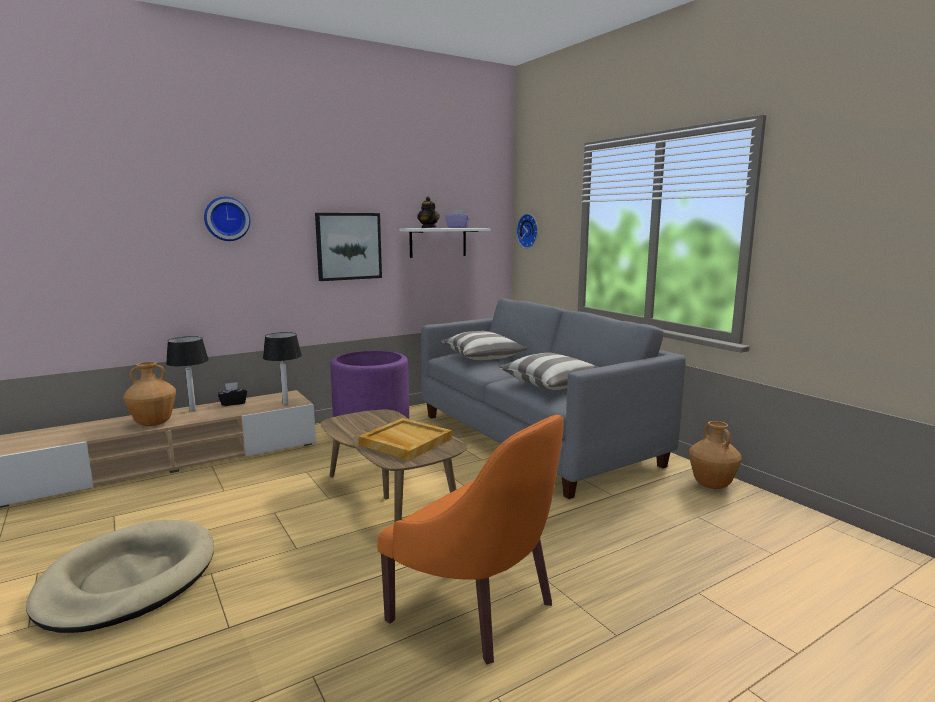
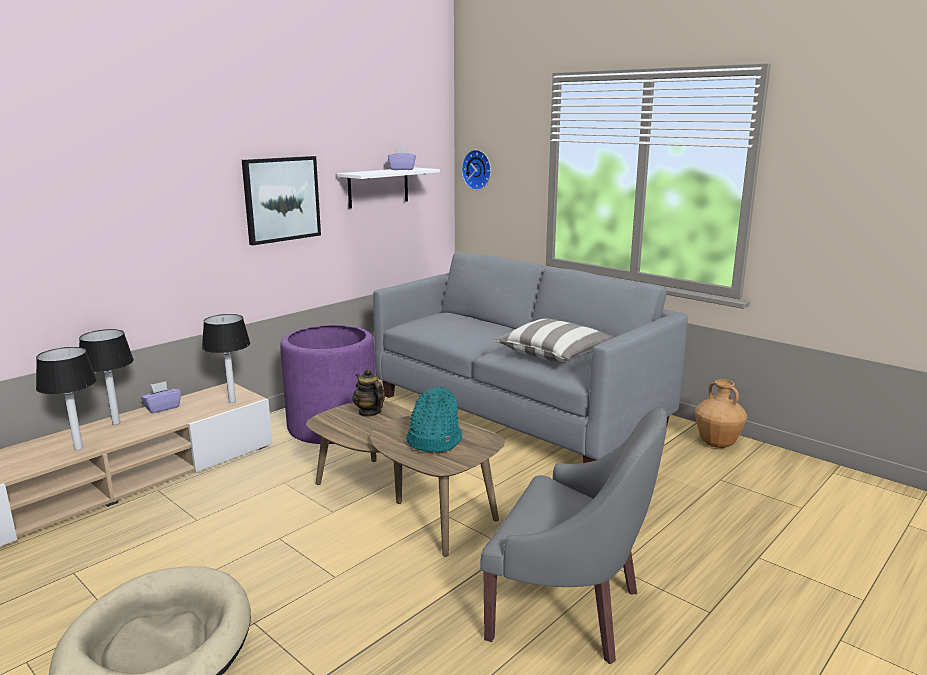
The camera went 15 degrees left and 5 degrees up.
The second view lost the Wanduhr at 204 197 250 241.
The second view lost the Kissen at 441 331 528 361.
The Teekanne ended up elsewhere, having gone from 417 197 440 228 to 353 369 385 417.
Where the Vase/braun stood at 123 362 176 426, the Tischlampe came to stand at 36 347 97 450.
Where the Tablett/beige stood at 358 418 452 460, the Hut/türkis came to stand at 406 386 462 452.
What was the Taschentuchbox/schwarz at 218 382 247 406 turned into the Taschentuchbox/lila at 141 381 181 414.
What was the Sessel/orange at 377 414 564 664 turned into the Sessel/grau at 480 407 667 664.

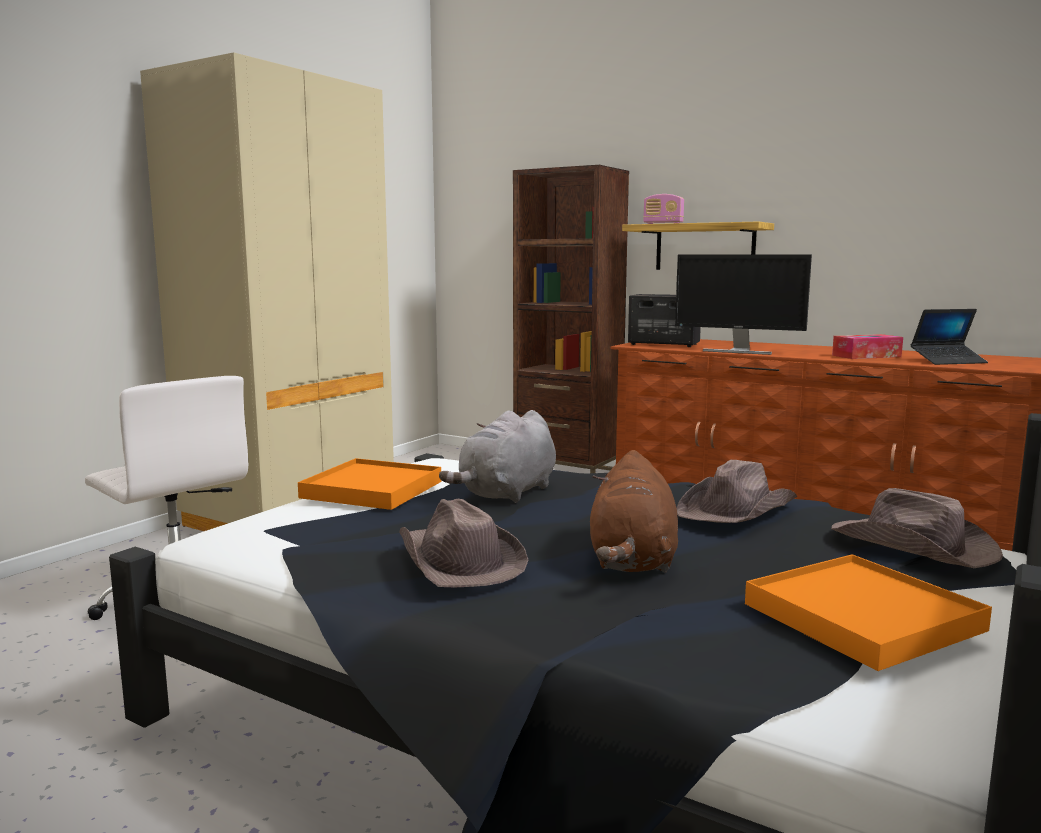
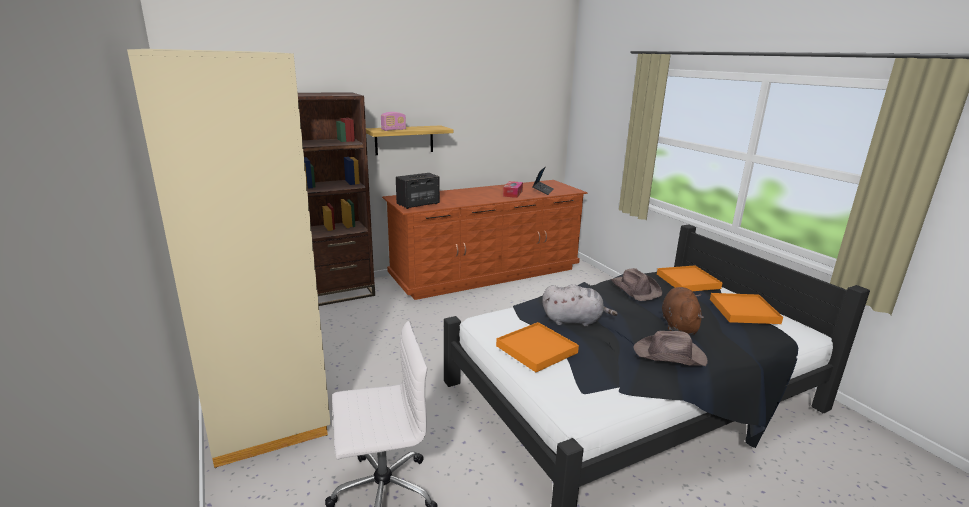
The camera went 60 degrees left and 10 degrees up.
The second view lost the Monitor at 675 254 812 355.
Where the Hut/braun stood at 831 488 1003 568, the Tablett/orange came to stand at 657 266 723 291.
The Plüschtier/grau at 439 410 556 503 ended up facing another way, 60 degrees counterclockwise from before.
The Plüschtier/braun at 590 450 678 573 ended up facing another way, 120 degrees counterclockwise from before.

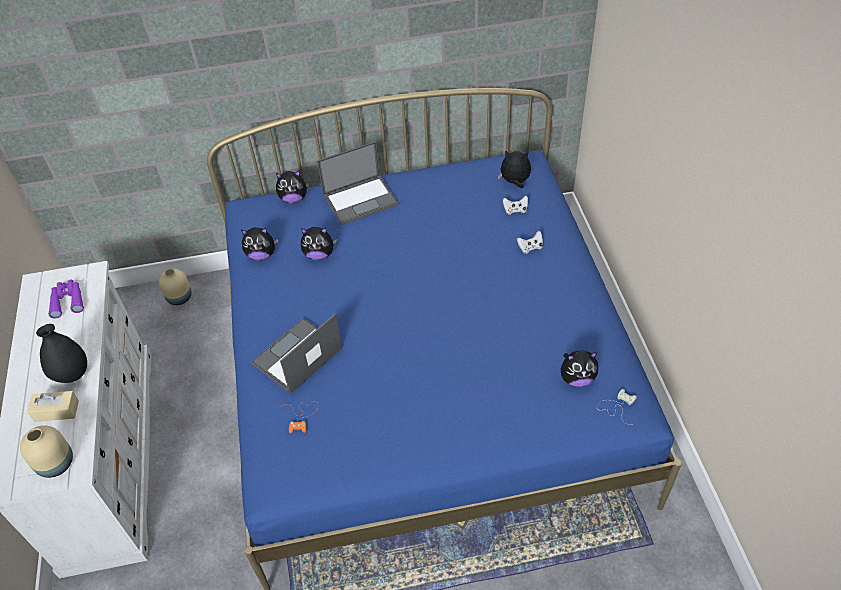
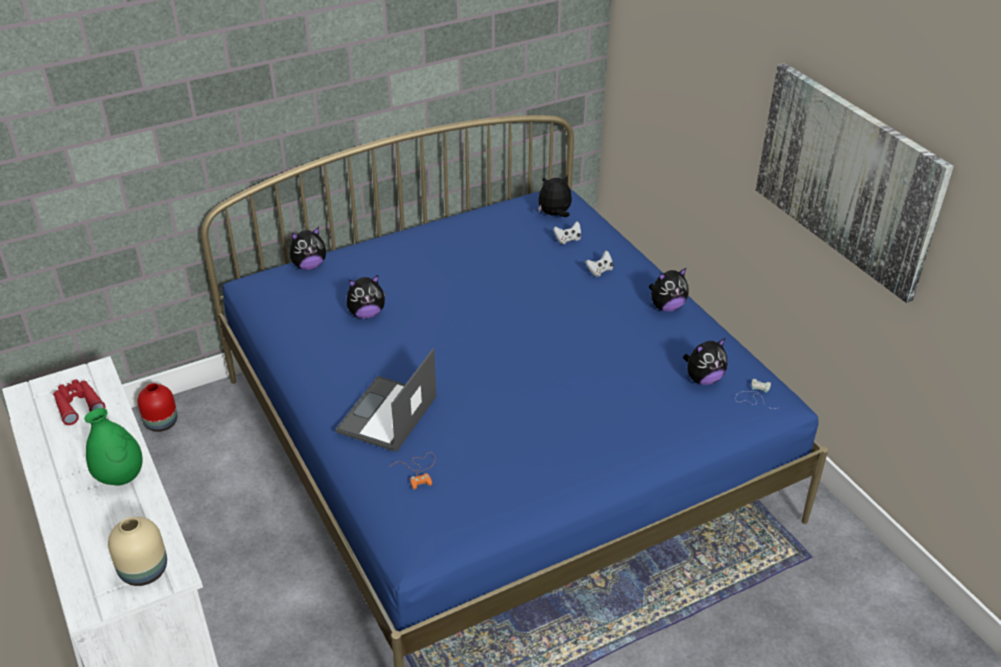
The camera went 20 degrees left and 10 degrees down.
The second view lost the Taschentuchbox/beige at 27 391 79 422.
The second view lost the Laptop at 317 141 399 225.
The second view gained the Bild at 756 63 954 303.
The Plüschtier ended up elsewhere, having gone from 241 227 278 261 to 649 268 689 311.
What was the Vase/schwarz at 36 324 87 383 turned into the Vase/grün at 84 408 143 485.
What was the Fernglas/lila at 48 279 84 319 turned into the Fernglas/rot at 53 379 106 425.
What was the Vase/beige at 159 269 191 305 turned into the Vase/rot at 138 383 178 432.

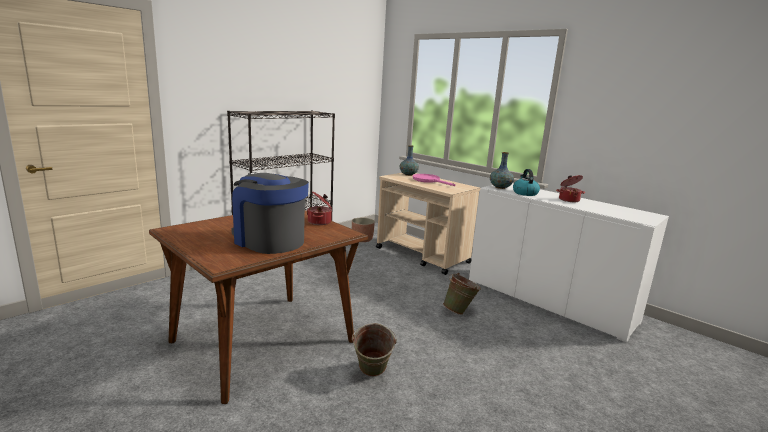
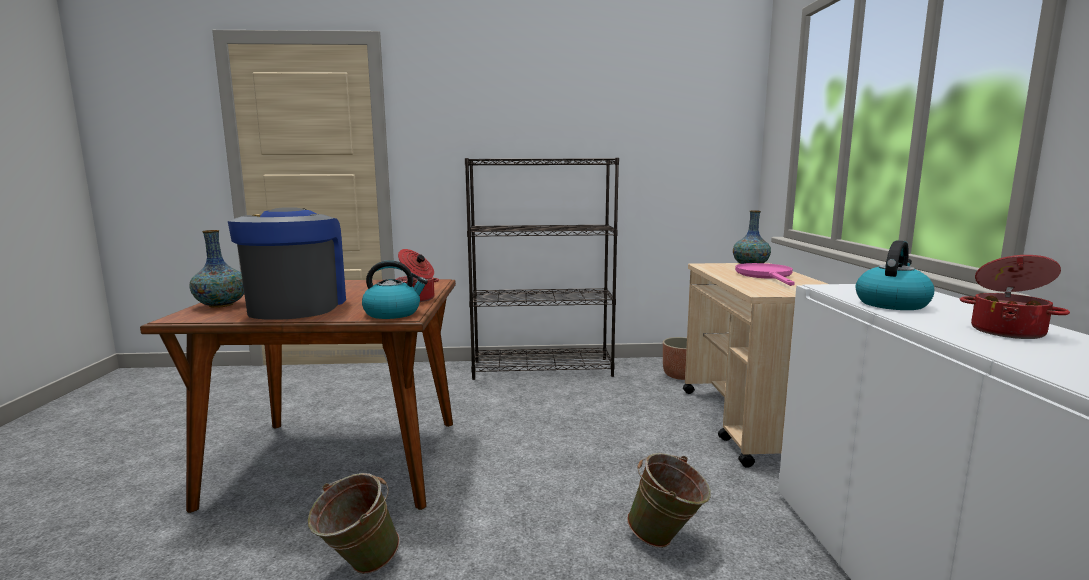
The camera went 45 degrees right and 5 degrees down.
The second view gained the Wasserkessel at 362 260 428 319.
The Vase ended up elsewhere, having gone from 490 152 514 189 to 189 230 244 308.

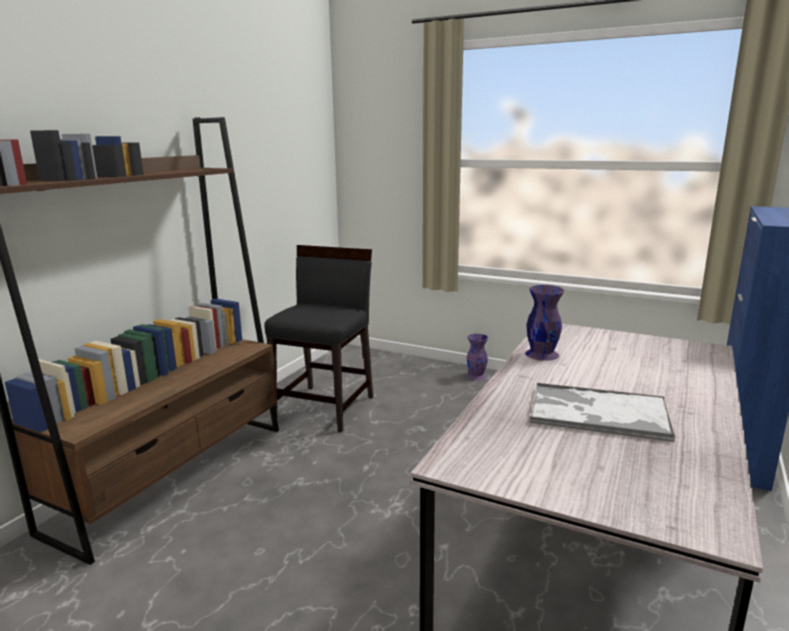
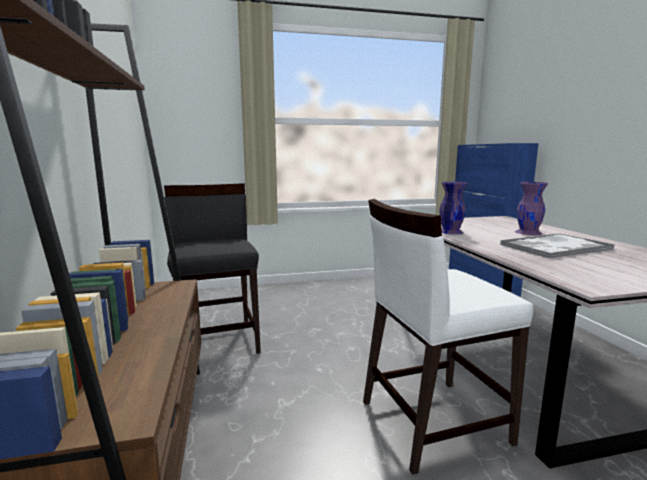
The camera went 40 degrees left and 5 degrees down.
The second view gained the Stuhl/weiß at 363 199 533 475.
The Vase/lila ended up elsewhere, having gone from 466 334 488 380 to 515 182 548 235.

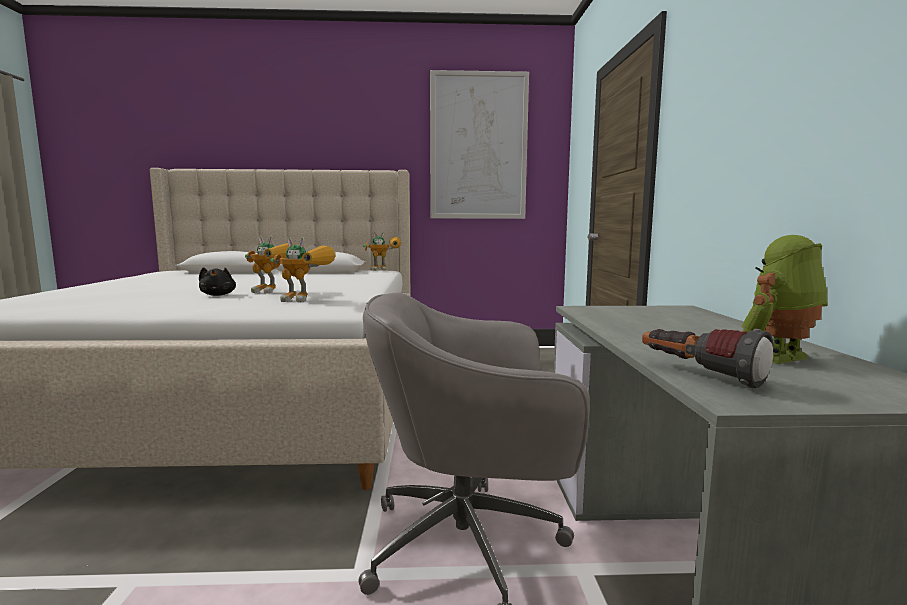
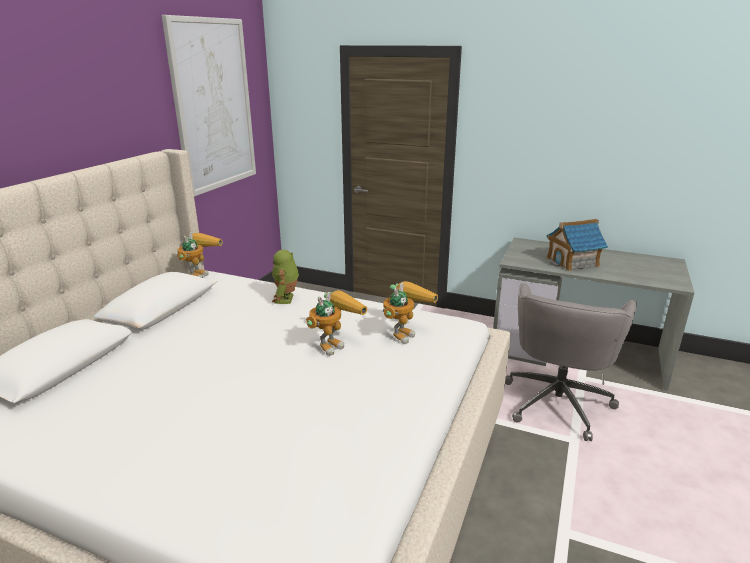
The camera went 65 degrees left and 15 degrees up.
The second view lost the Plüschtier/schwarz at 199 267 236 296.
The second view lost the Taschenlampe at 642 329 773 388.
The second view gained the Spielzeughaus at 546 219 608 271.
The Spielzeugroboter ended up elsewhere, having gone from 742 235 827 364 to 272 250 299 304.

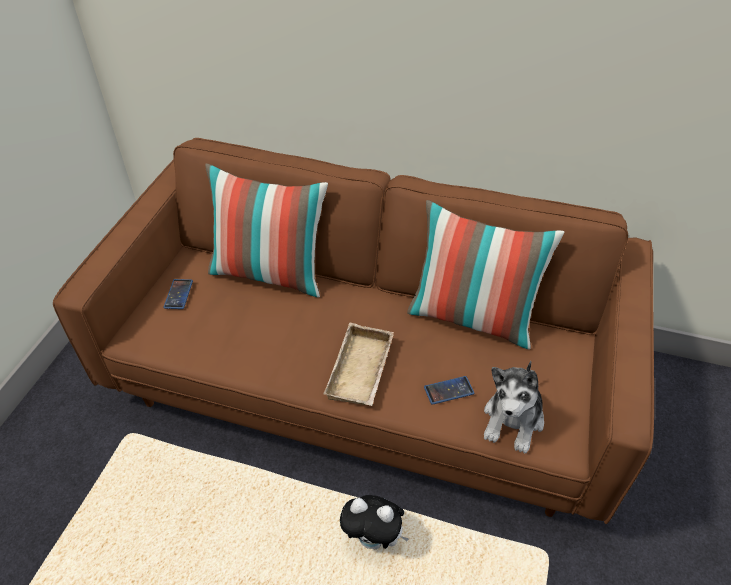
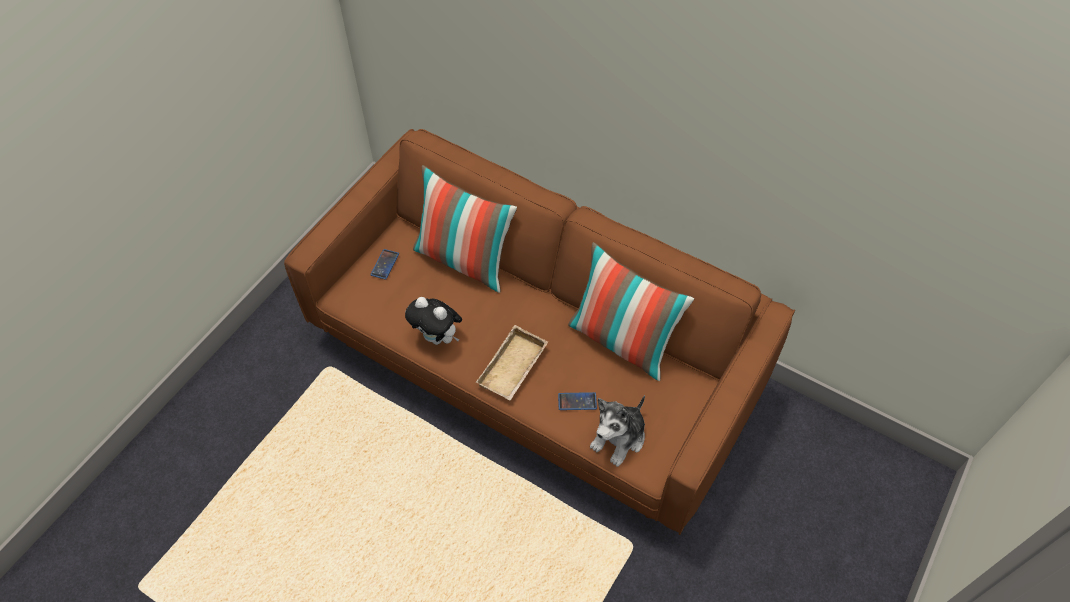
The camera went 15 degrees right and 10 degrees up.
The Plüschtier ended up elsewhere, having gone from 340 495 409 549 to 405 297 462 345.

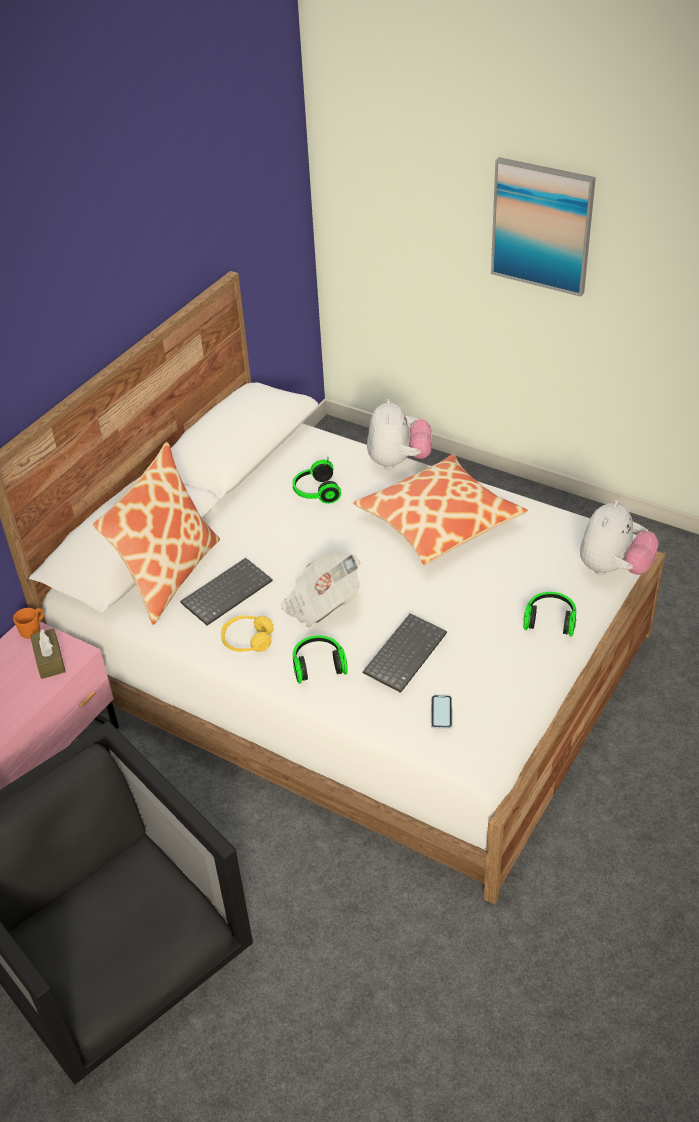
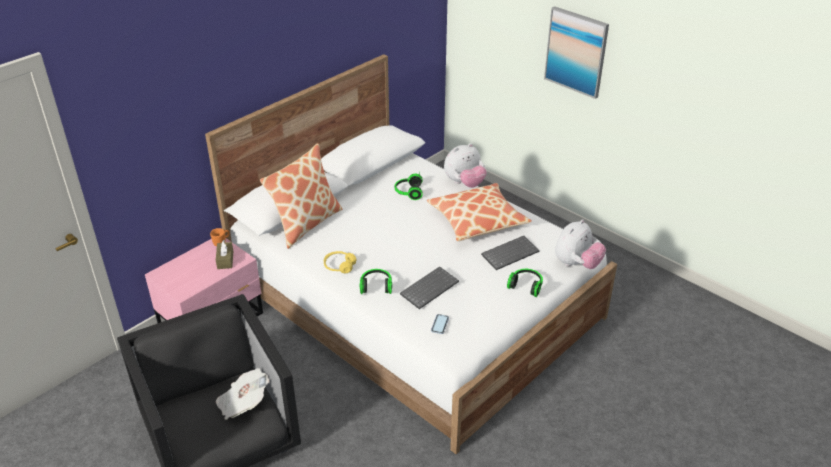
The camera went 10 degrees right and 5 degrees down.
The Tastatur ended up elsewhere, having gone from 180 558 273 626 to 481 236 540 270.
The Zeitung ended up elsewhere, having gone from 281 550 361 628 to 216 368 269 420.
The Plüschtier at 367 399 432 469 ended up facing another way, 45 degrees clockwise from before.

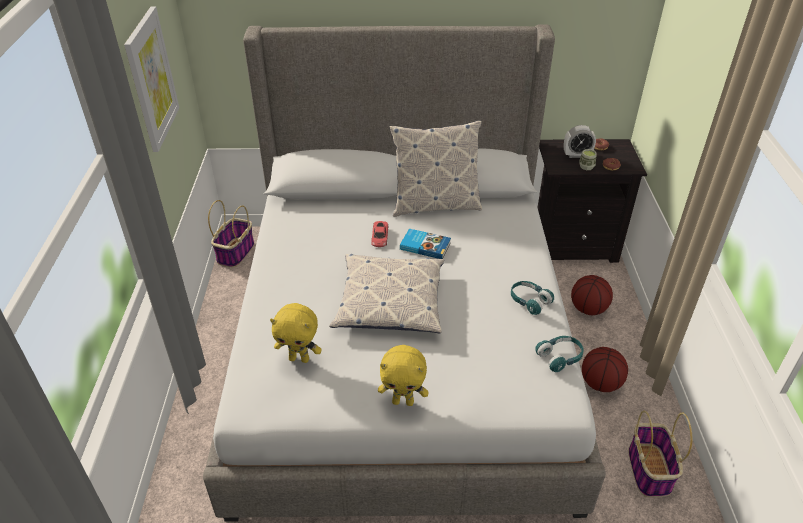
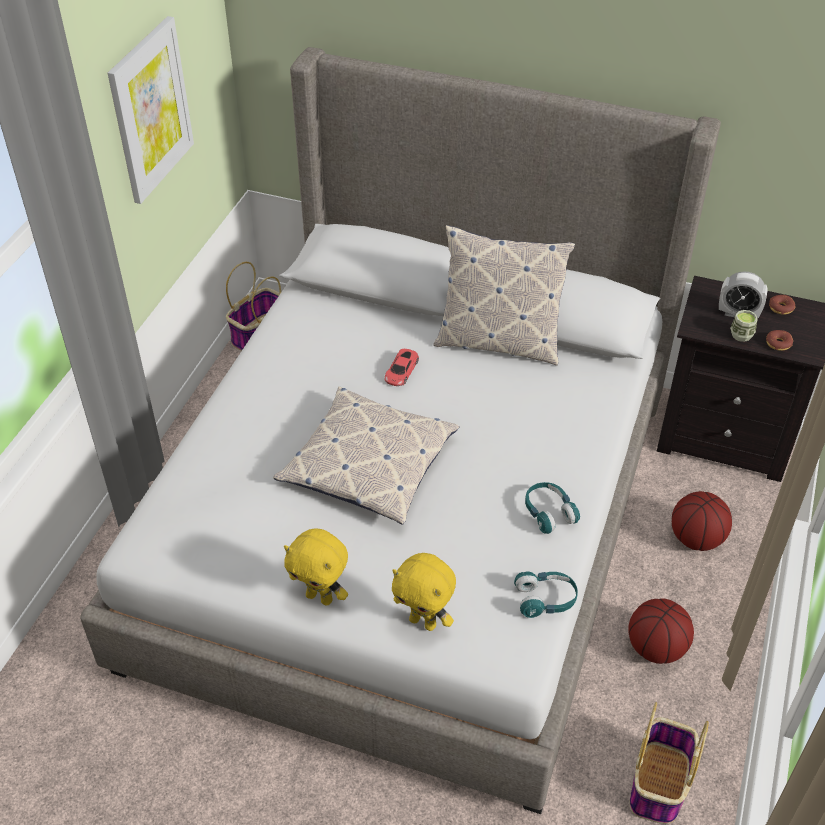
The camera went 20 degrees right and 5 degrees up.
The second view lost the Buch at 400 228 451 259.
The Plüschtier/gelb ended up elsewhere, having gone from 270 303 322 363 to 392 553 456 631.

